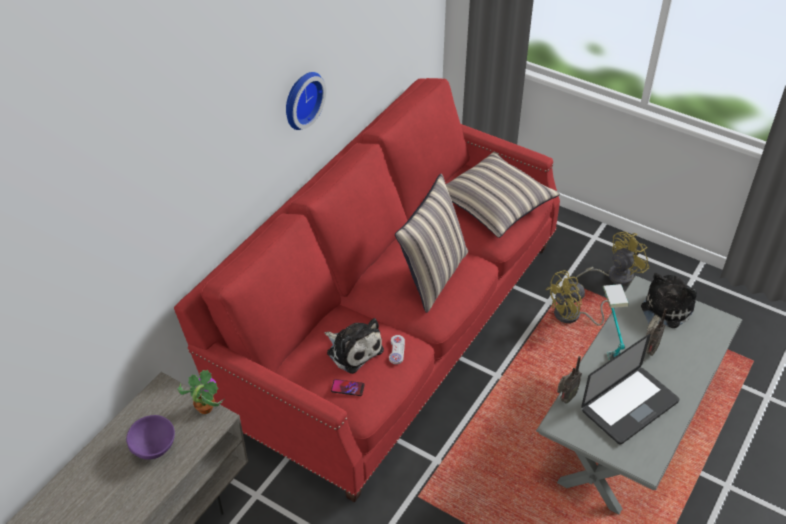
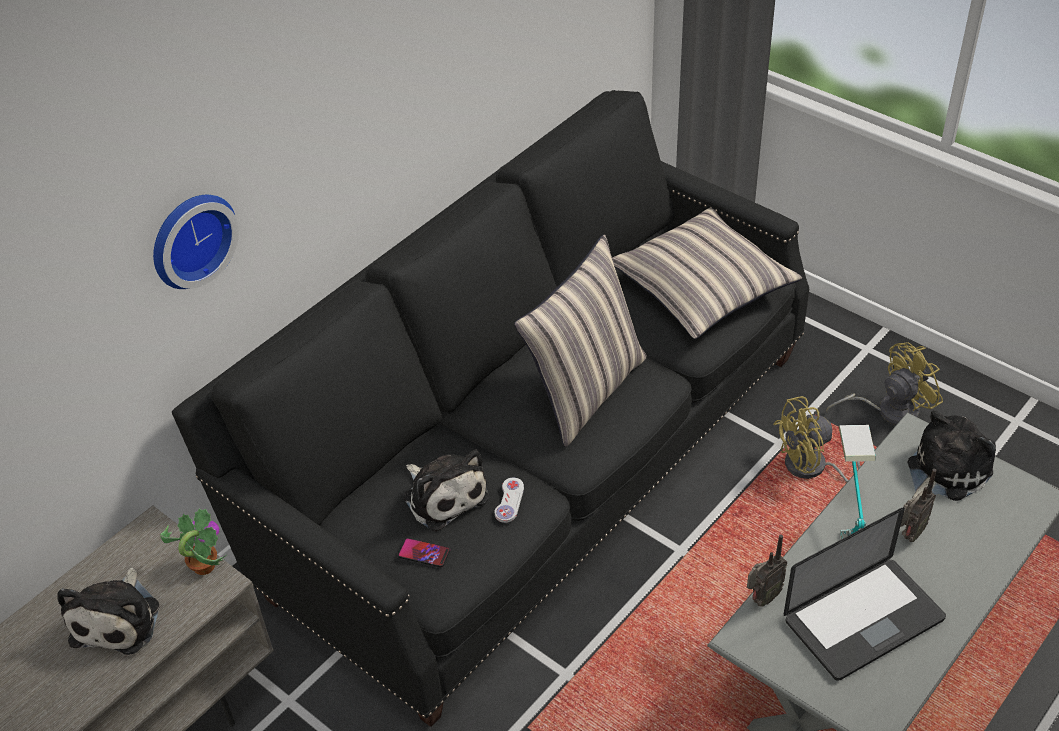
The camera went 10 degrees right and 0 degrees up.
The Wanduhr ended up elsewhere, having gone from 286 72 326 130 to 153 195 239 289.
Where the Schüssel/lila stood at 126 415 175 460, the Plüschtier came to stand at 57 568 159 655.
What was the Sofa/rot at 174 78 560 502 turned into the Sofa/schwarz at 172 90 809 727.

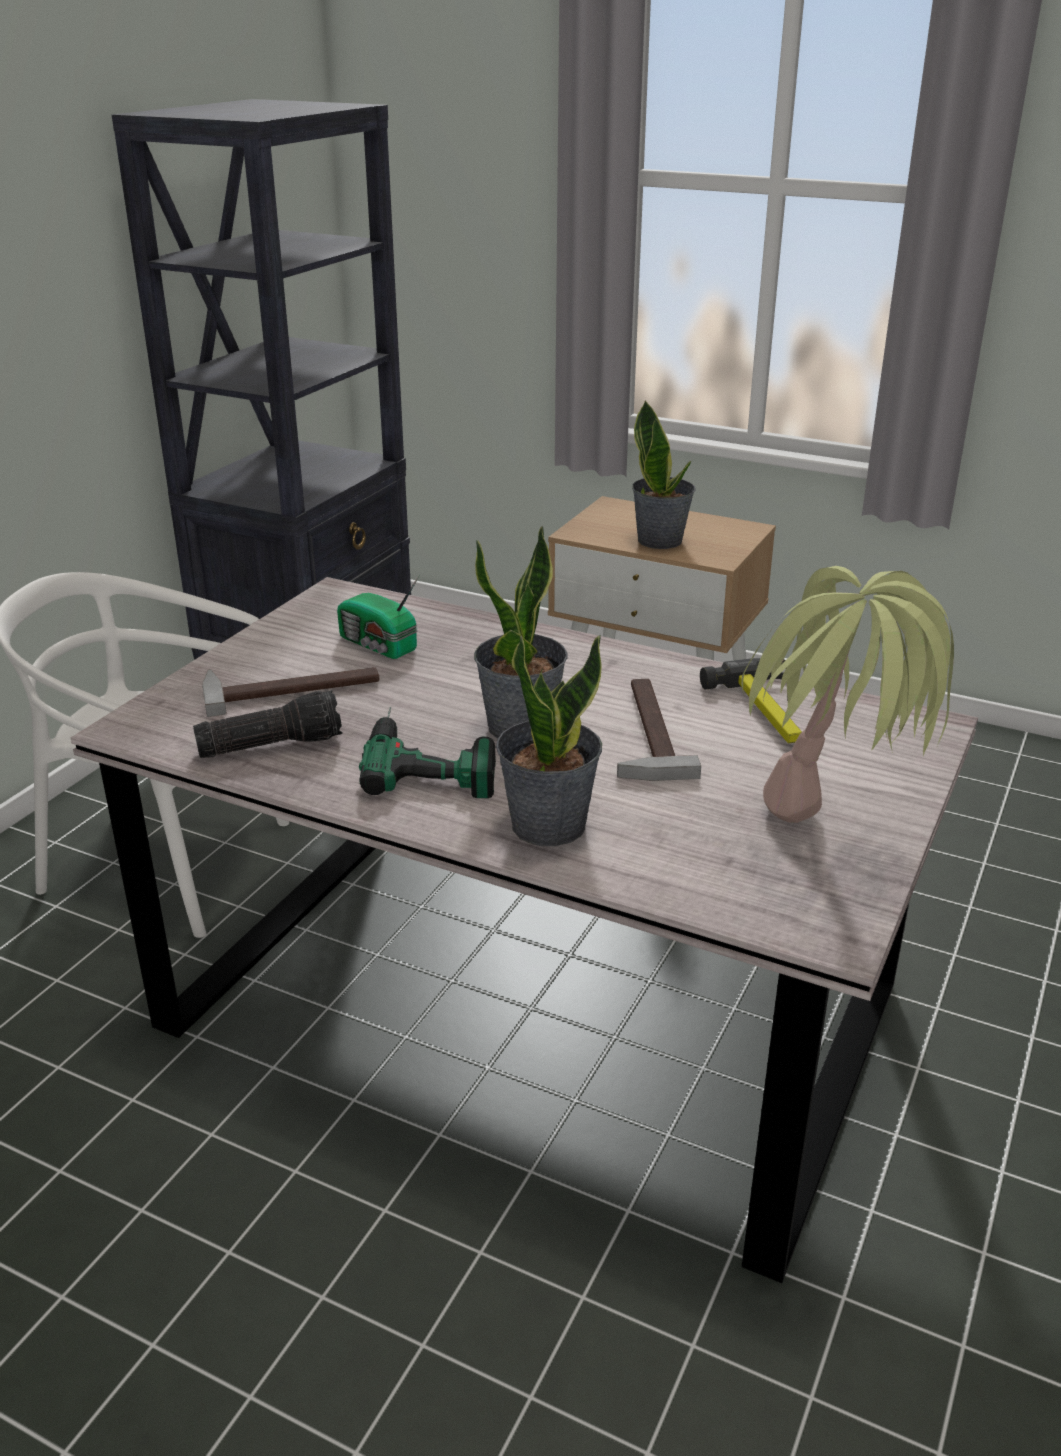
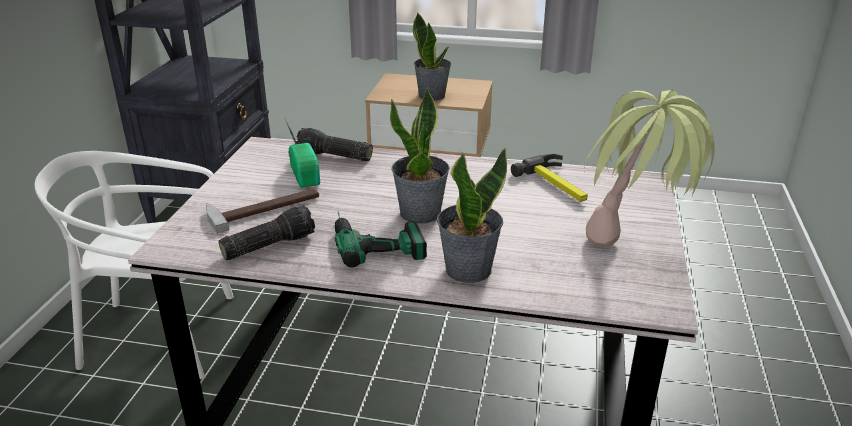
The camera went 15 degrees left and 0 degrees up.
The second view lost the Hammer at 617 679 701 781.
The second view gained the Taschenlampe at 297 128 373 161.
The Radio at 337 575 420 659 ended up facing another way, 135 degrees counterclockwise from before.

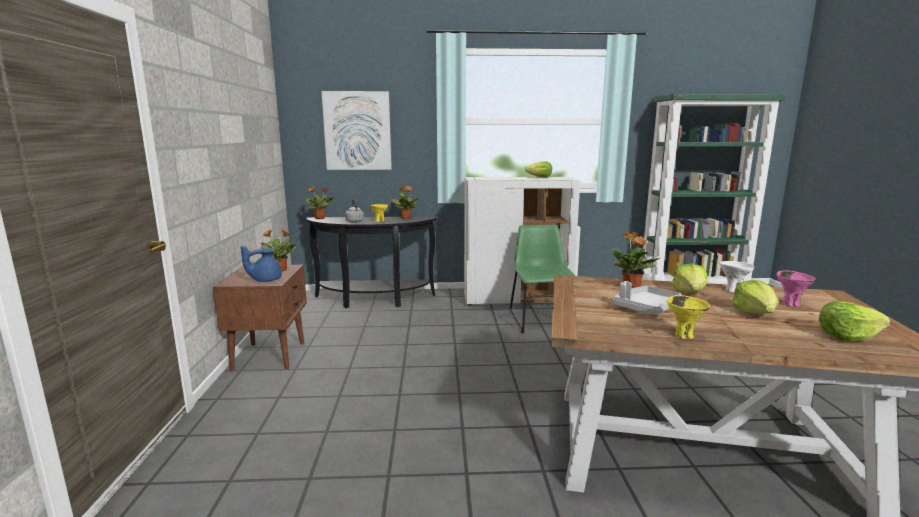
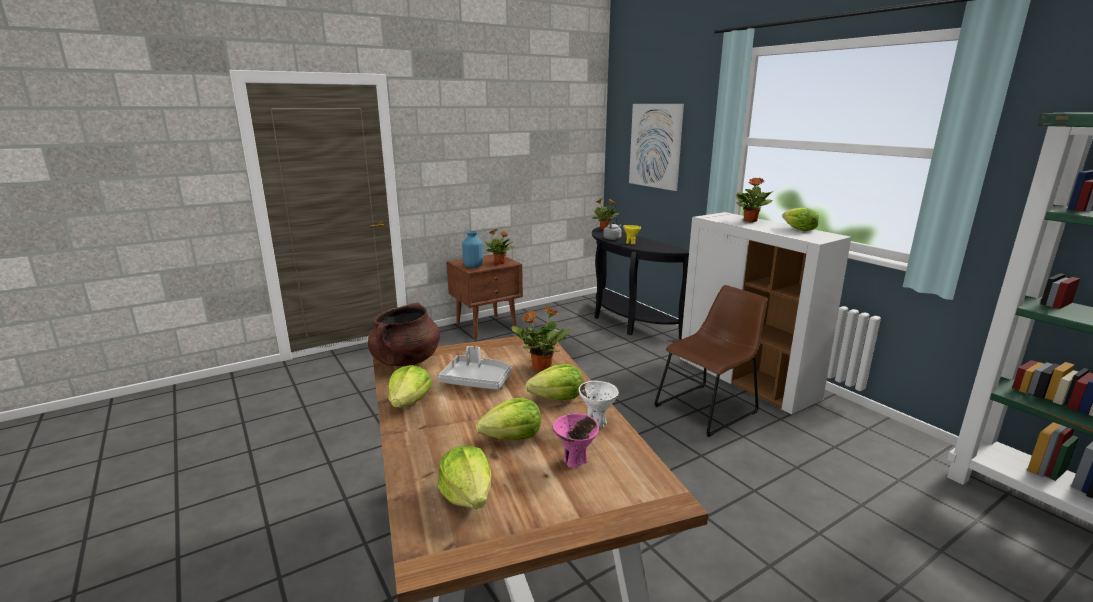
The camera went 60 degrees right and 5 degrees up.
The second view gained the Kochtopf/braun at 368 302 440 366.
The Topfpflanze ended up elsewhere, having gone from 391 186 418 219 to 736 178 772 222.
Where the Teekanne/blau stood at 241 246 282 282, the Vase/blau came to stand at 462 231 483 268.
Where the Schüssel/gelb stood at 667 295 710 339, the Salatkopf came to stand at 388 365 432 408.
What was the Stuhl/grün at 509 225 575 334 turned into the Stuhl/braun at 654 285 768 437.

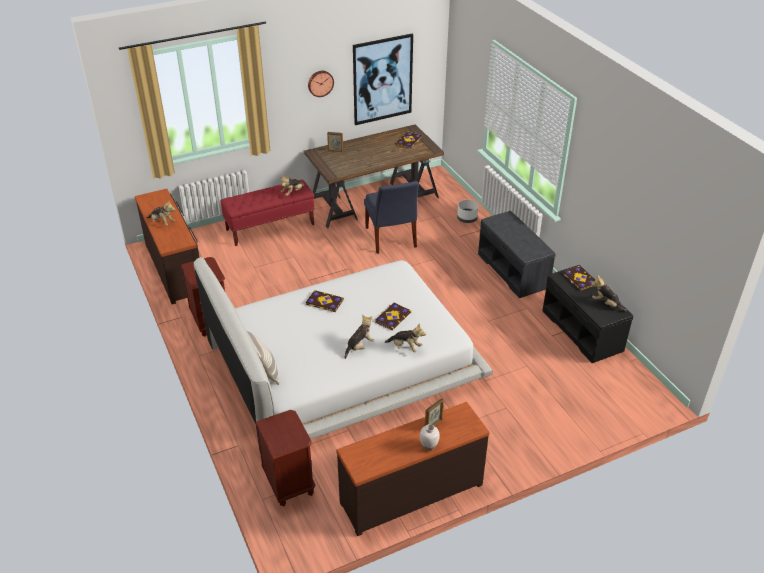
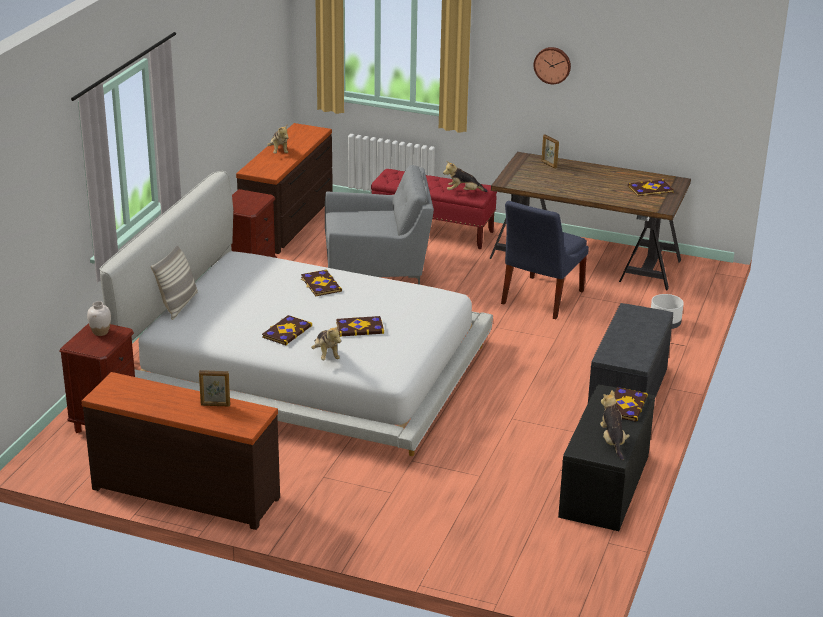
The camera went 45 degrees right and 10 degrees down.
The second view lost the Bild at 353 34 413 125.
The second view gained the Sessel/grau at 325 165 434 285.
The Vase/weiß ended up elsewhere, having gone from 420 424 440 451 to 87 301 111 336.
Where the Plüschtier stood at 344 315 374 359, the Buch came to stand at 262 315 312 345.

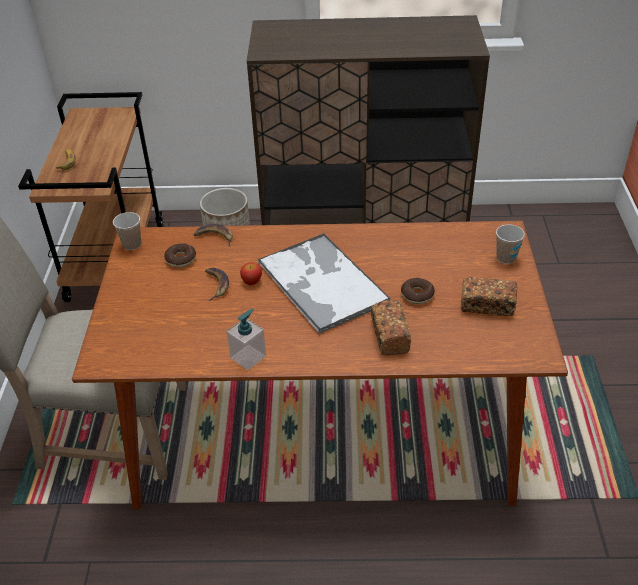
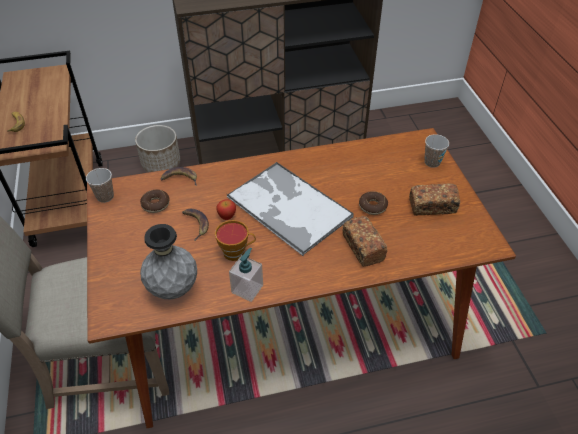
The camera went 15 degrees left and 5 degrees up.
The second view gained the Vase/grau at 140 224 197 300.
The second view gained the Tasse at 215 220 256 261.

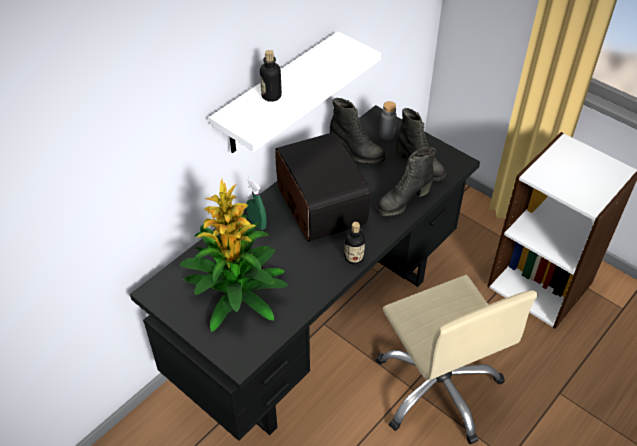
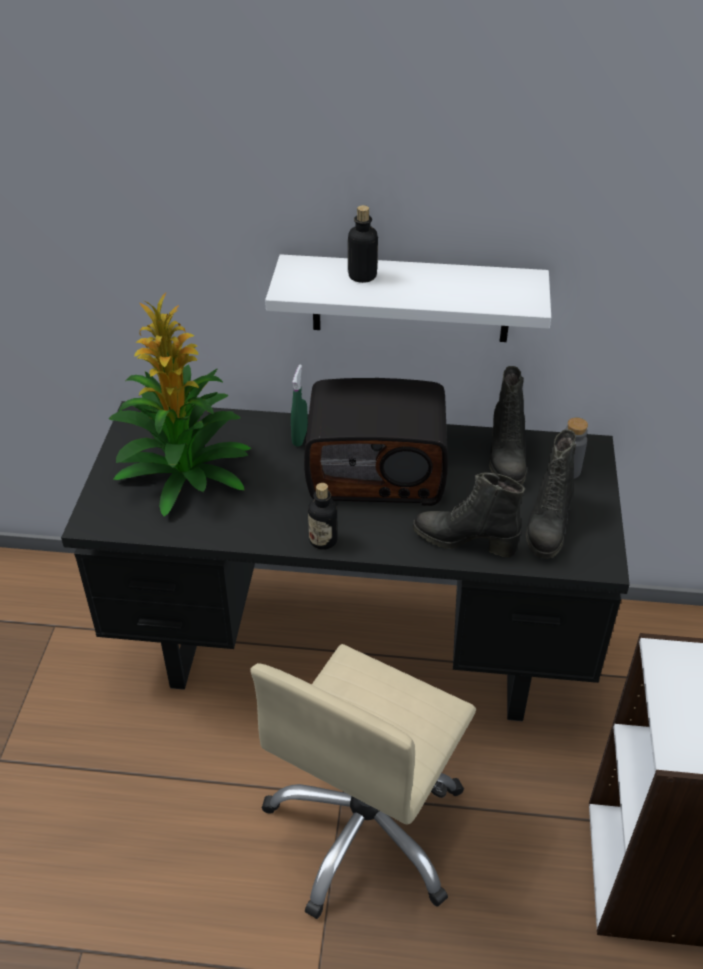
The camera went 55 degrees right and 5 degrees down.
The Radio at 276 132 370 242 ended up facing another way, 60 degrees clockwise from before.

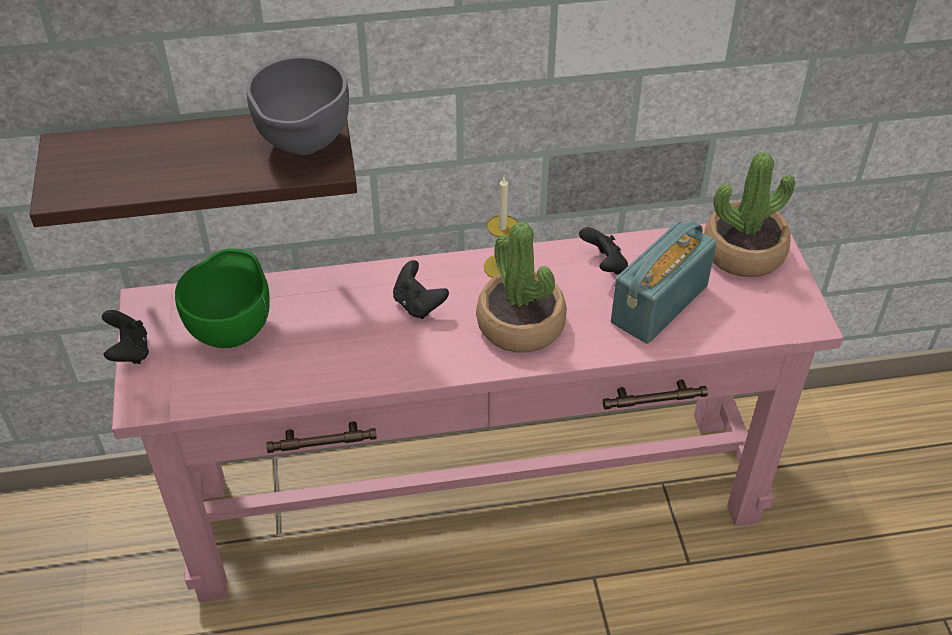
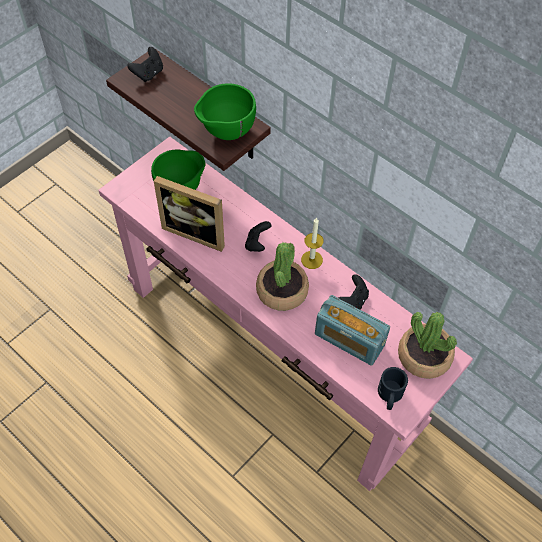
The camera went 50 degrees right and 10 degrees up.
The second view gained the Bilderrahmen at 154 176 225 252.
The second view gained the Henkelbecher/schwarz at 378 367 408 410.
The Gamepad/schwarz ended up elsewhere, having gone from 102 310 149 364 to 127 47 163 82.
What was the Schüssel/grau at 246 56 349 155 turned into the Schüssel/grün at 194 83 256 140.
The Radio at 611 221 716 344 ended up facing another way, 150 degrees counterclockwise from before.

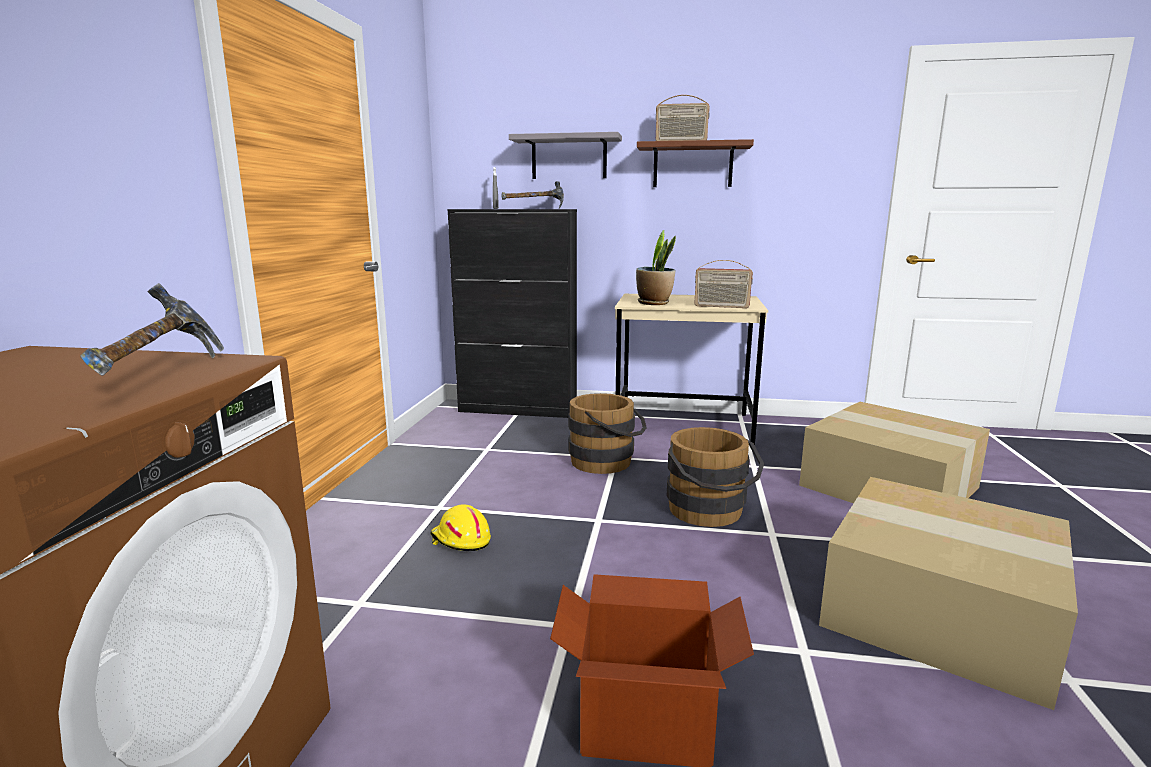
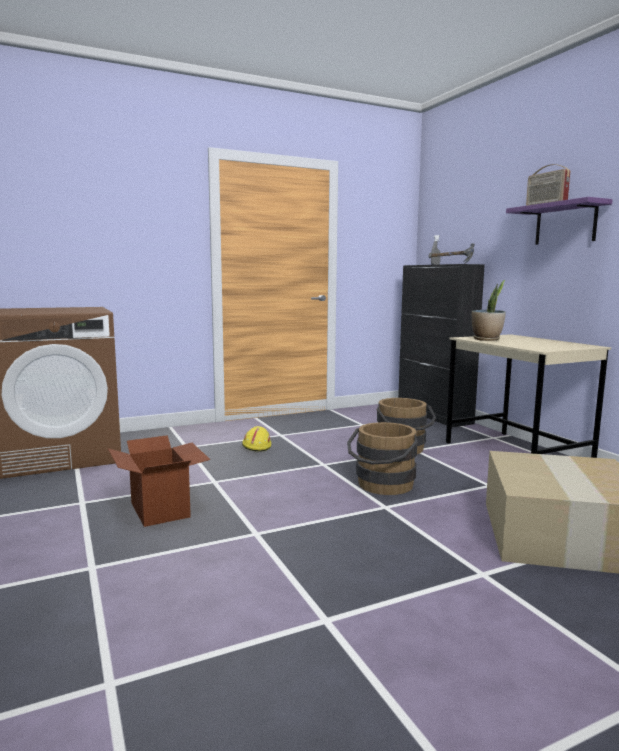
The camera went 55 degrees right and 5 degrees down.
The second view lost the Hammer at 80 283 224 375.
The second view lost the Wandregal/grau at 509 132 622 179.
The second view lost the Radio at 694 260 753 308.
The second view lost the Karton at 819 477 1078 710.
What was the Wandregal/braun at 637 139 754 187 turned into the Wandregal/lila at 506 197 613 245.

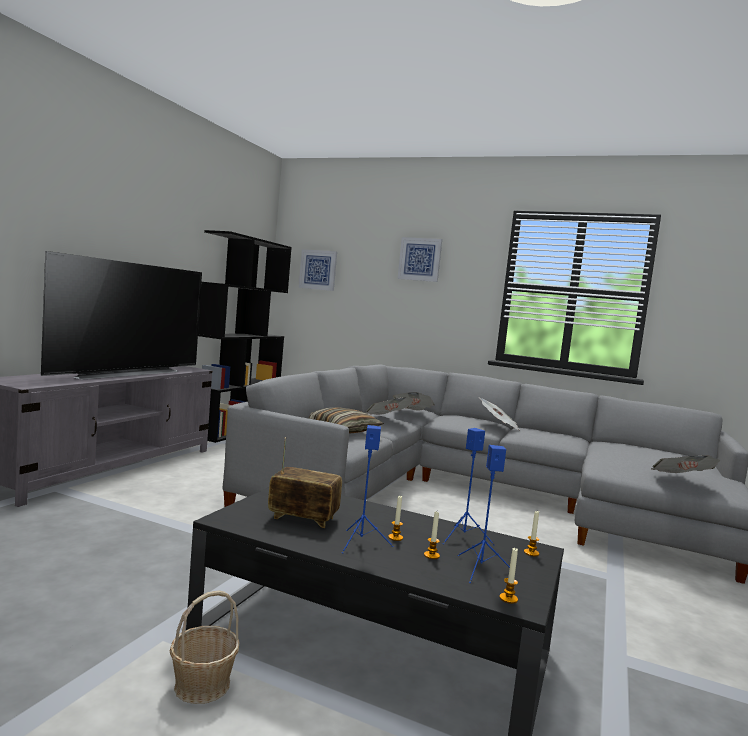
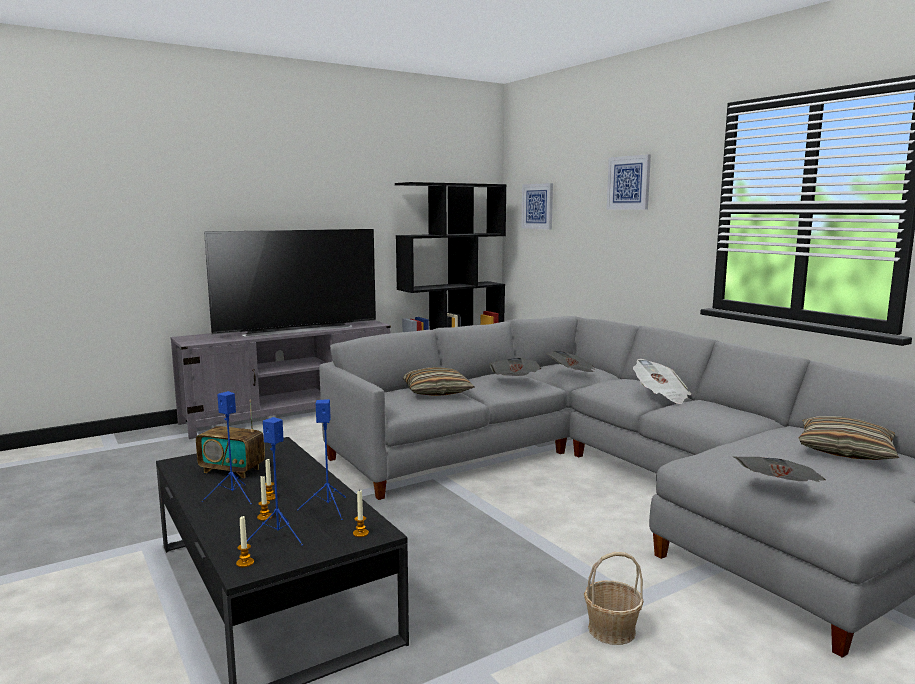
The camera went 35 degrees right and 5 degrees up.
The second view gained the Kissen at 799 416 899 460.
The Korb ended up elsewhere, having gone from 170 591 239 704 to 584 552 644 645.
The Radio at 268 437 342 528 ended up facing another way, 150 degrees clockwise from before.

